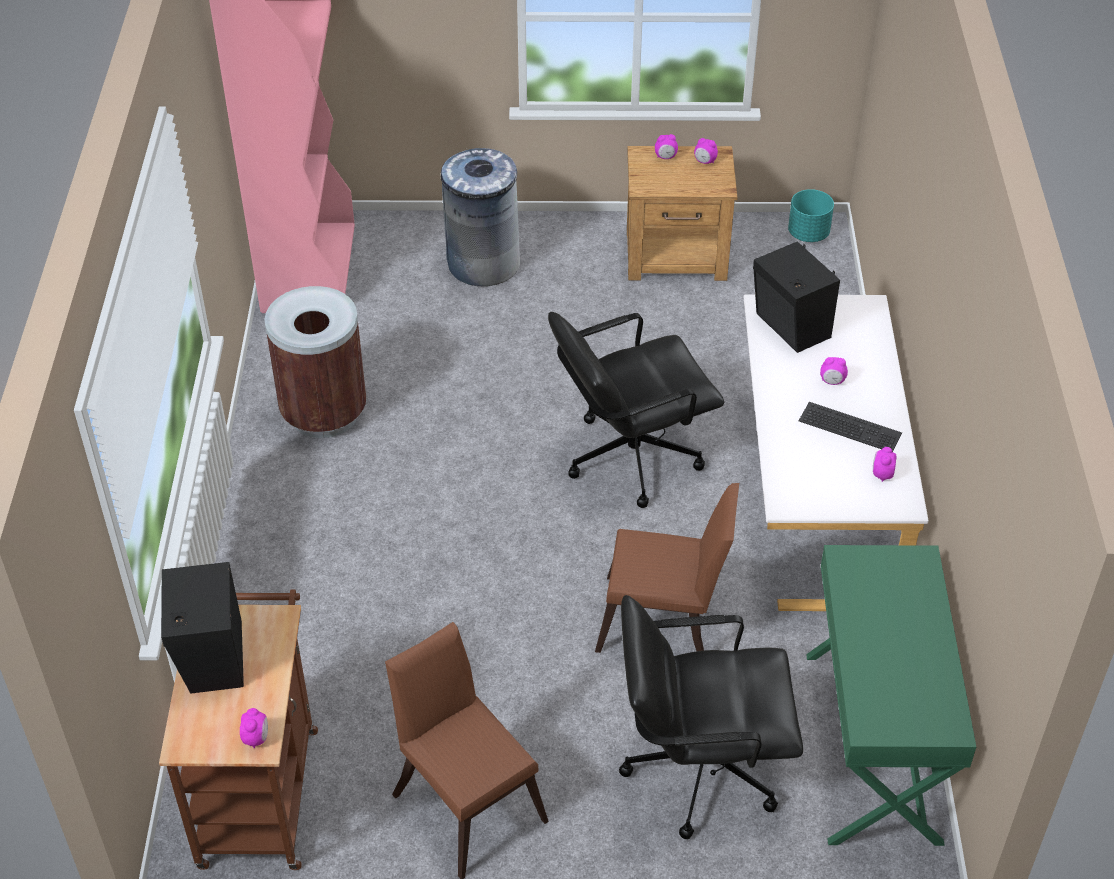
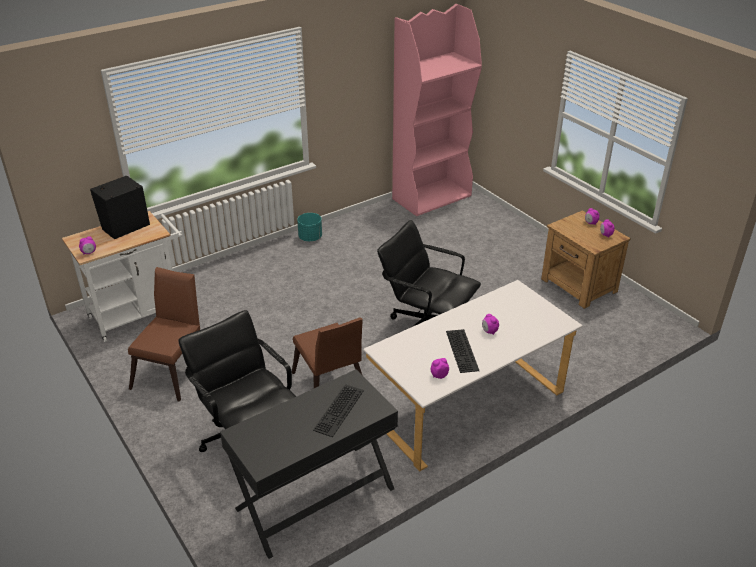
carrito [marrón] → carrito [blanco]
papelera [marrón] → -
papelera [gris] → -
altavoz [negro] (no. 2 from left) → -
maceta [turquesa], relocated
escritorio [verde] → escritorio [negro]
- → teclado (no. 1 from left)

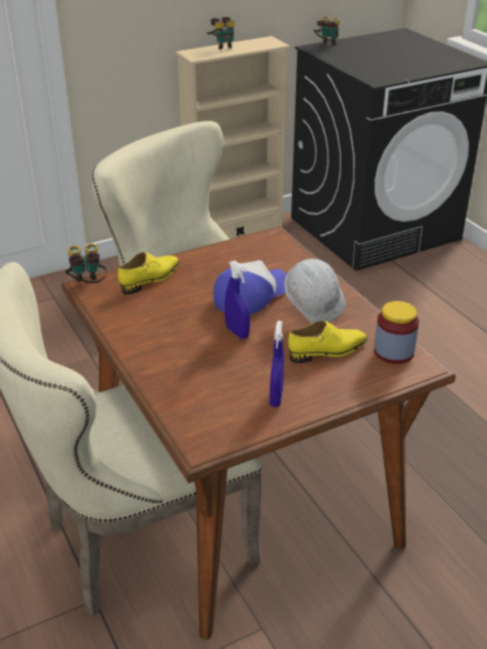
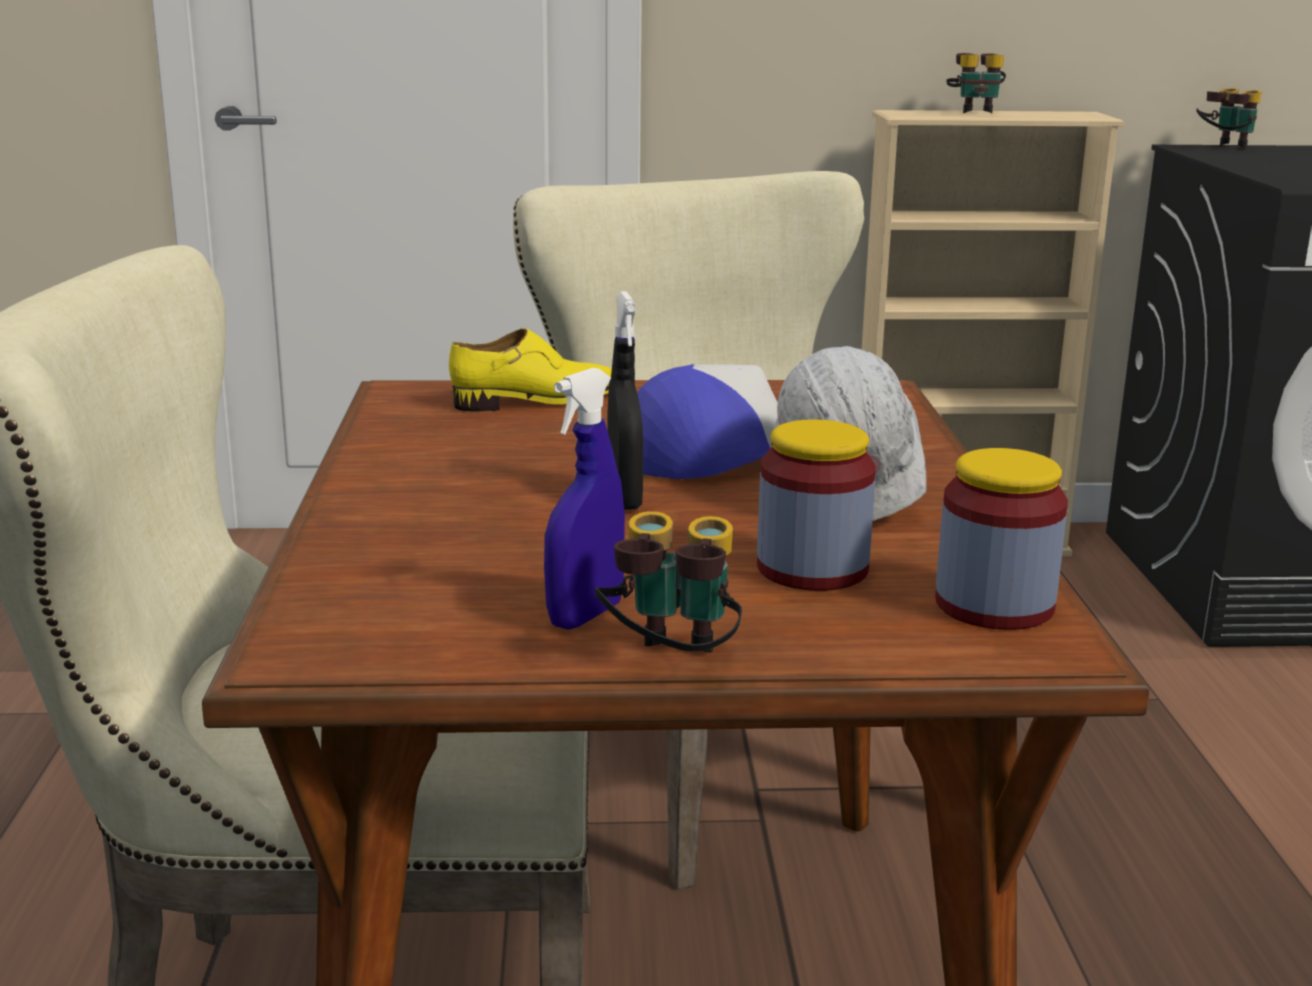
prismáticos (no. 1 from left), relocated
pulverizador [azul] (no. 1 from left) → pulverizador [negro]
zapato [amarillo] (no. 2 from left) → tarro (no. 1 from left)

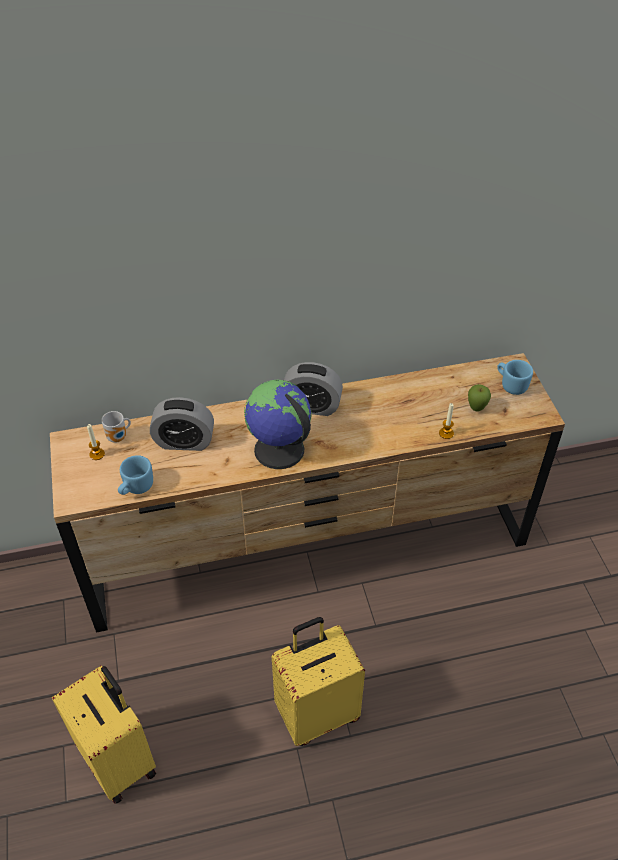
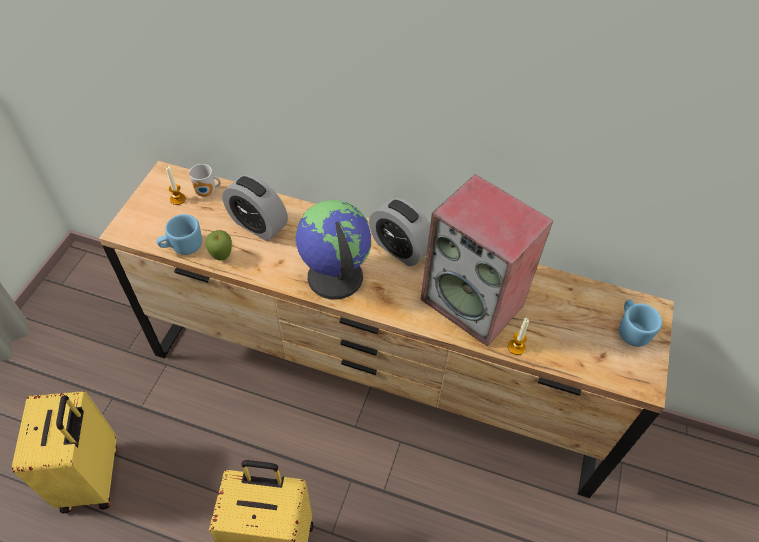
manzana, relocated
- → altavoz

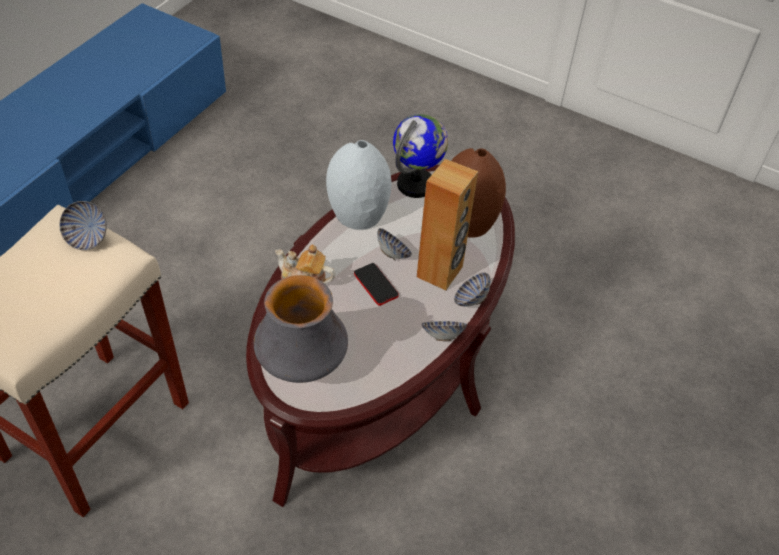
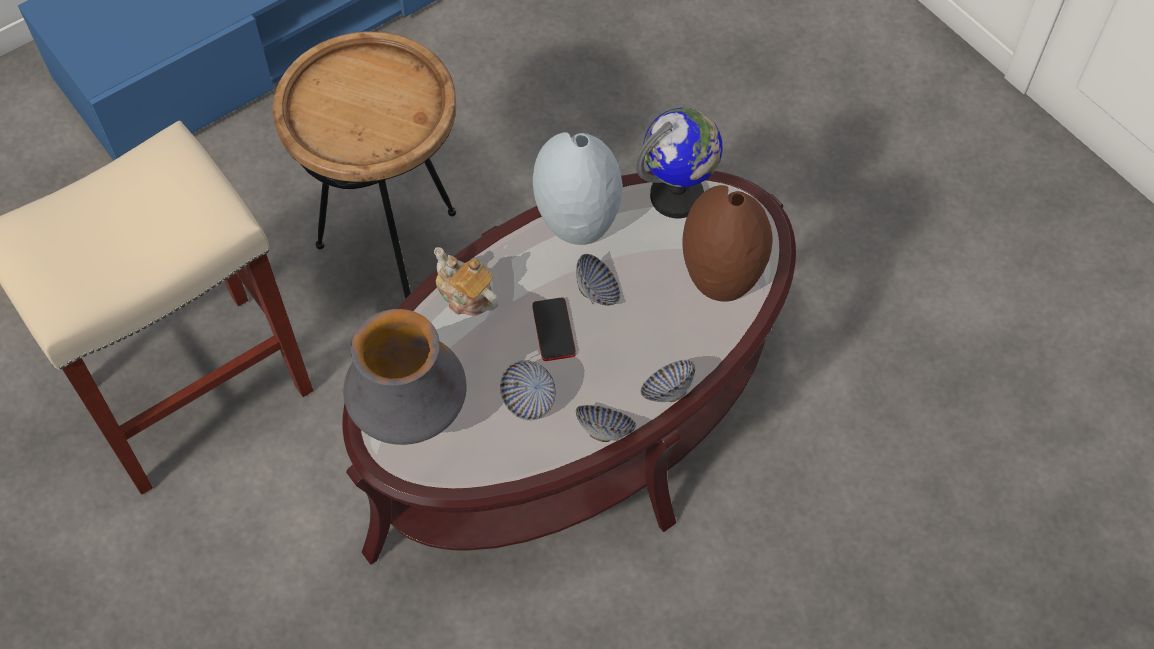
cuenco (no. 1 from left), relocated
altavoz [marrón] → -
- → mesa auxiliar [marrón]

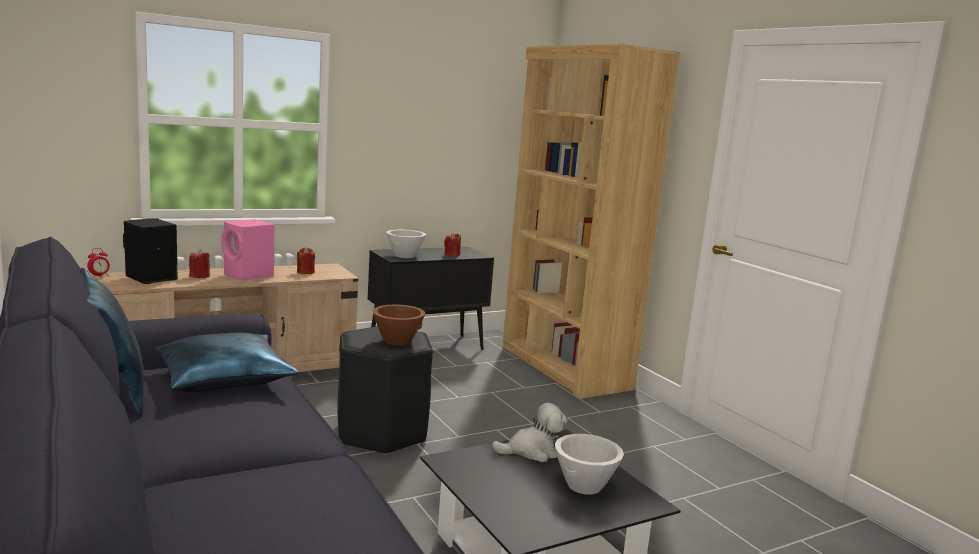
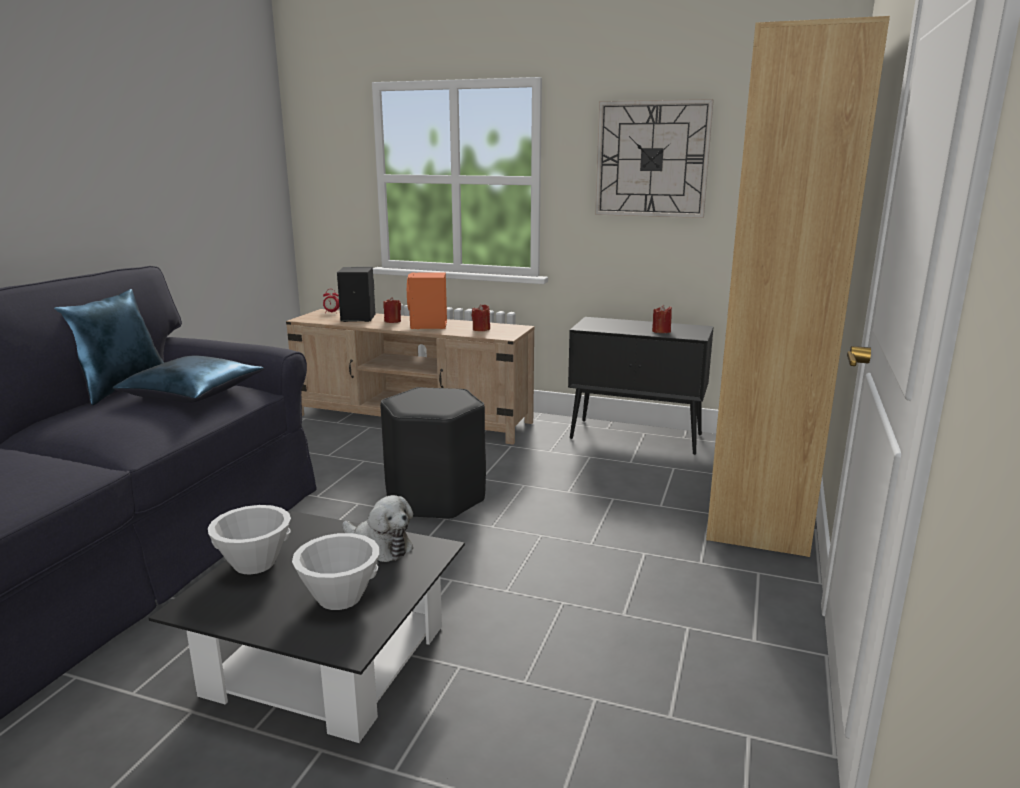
altavoz [rosa] → altavoz [naranja]
cuenco [marrón] → -
cuenco [blanco] (no. 1 from left), relocated
- → reloj de pared

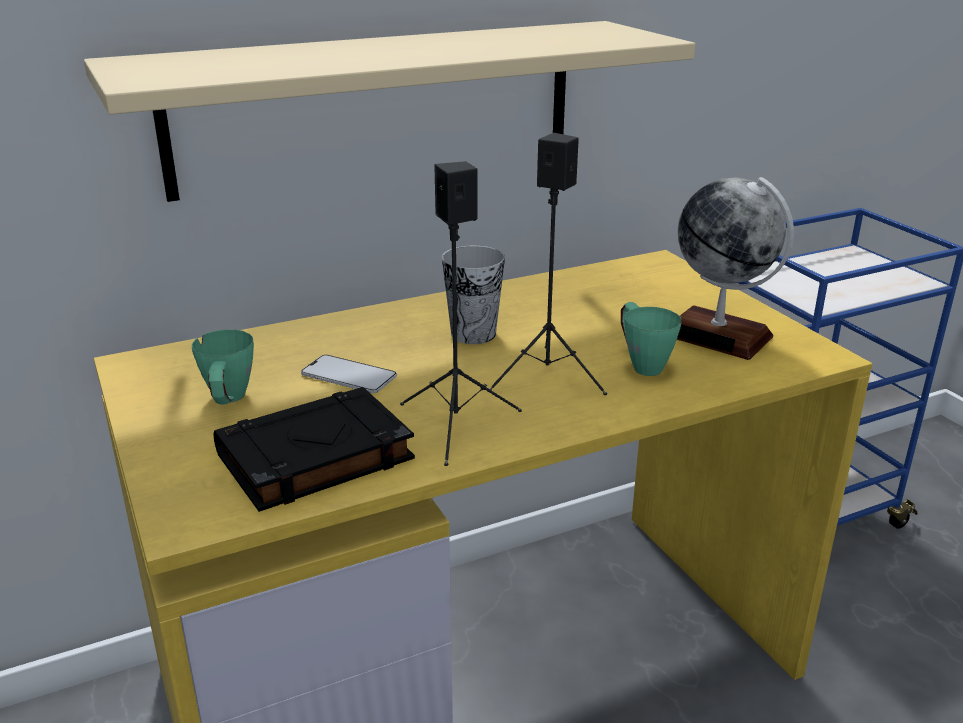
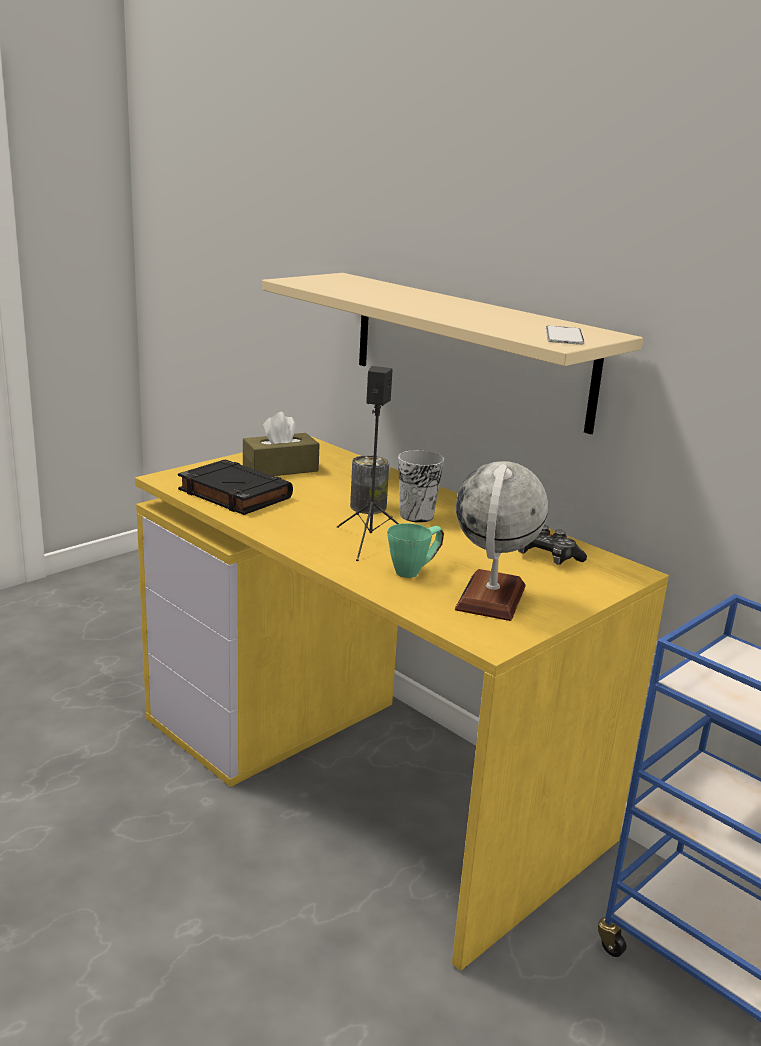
taza grande [verde] (no. 1 from left) → caja de pañuelos [marrón]
móvil, relocated
altavoz [negro] (no. 1 from left) → -
- → lata
- → mando de consola

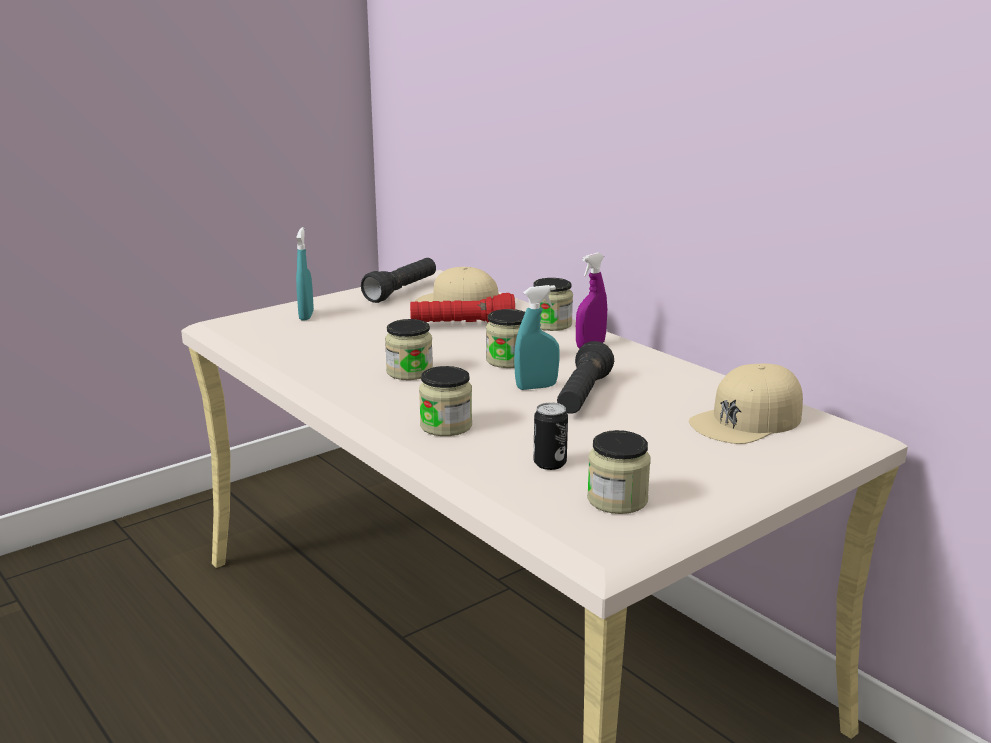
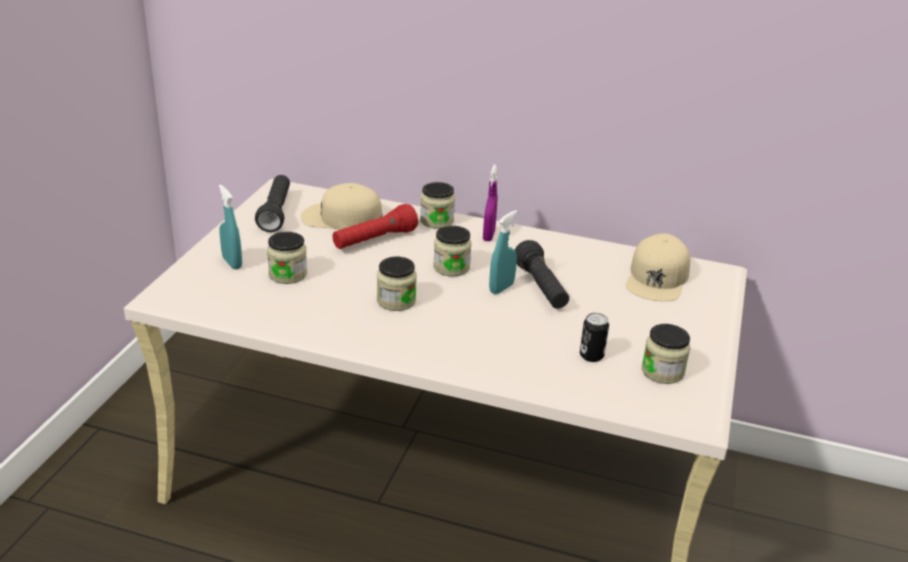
tarro (no. 2 from left in the first image) → tarro (no. 1 from left), relocated

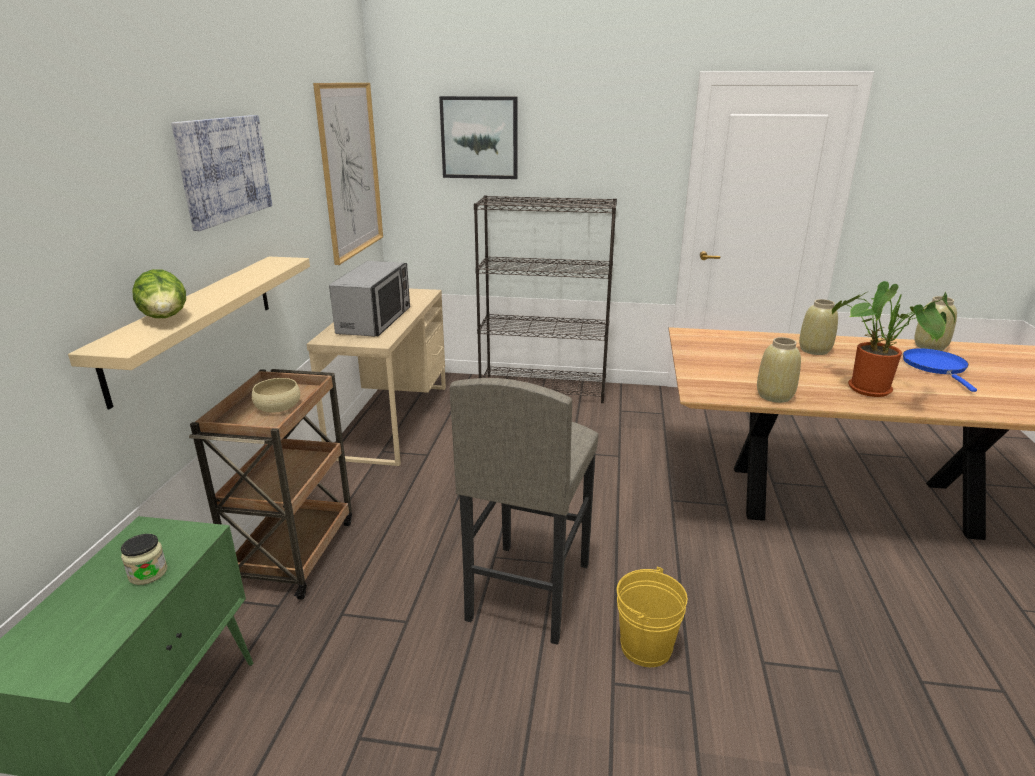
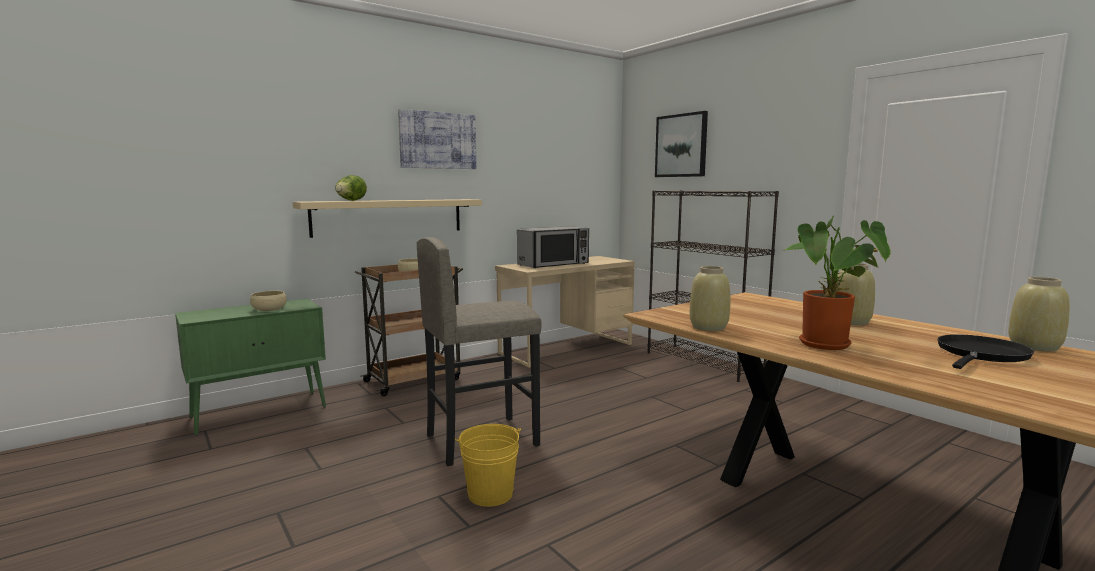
tarro → cuenco [beis] (no. 1 from left)
cuadro (no. 2 from left) → -
sartén [azul] → sartén [negro]

